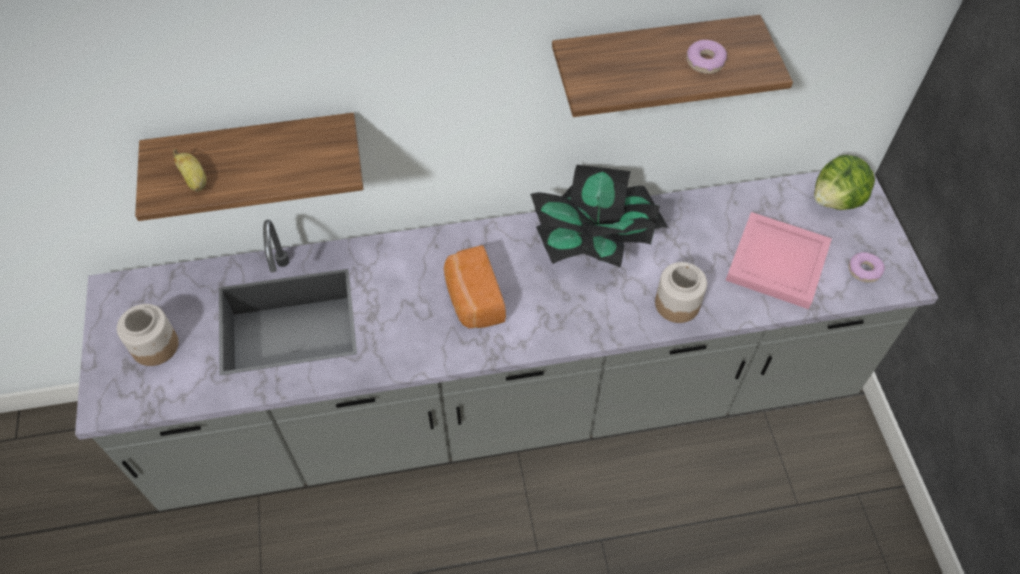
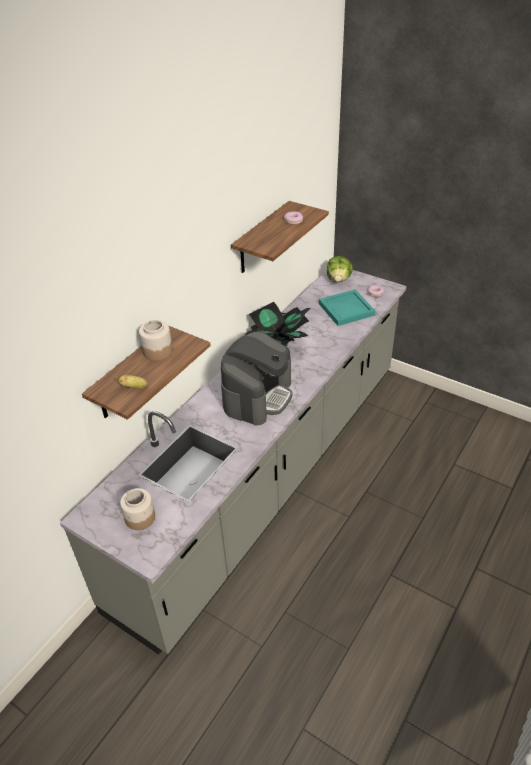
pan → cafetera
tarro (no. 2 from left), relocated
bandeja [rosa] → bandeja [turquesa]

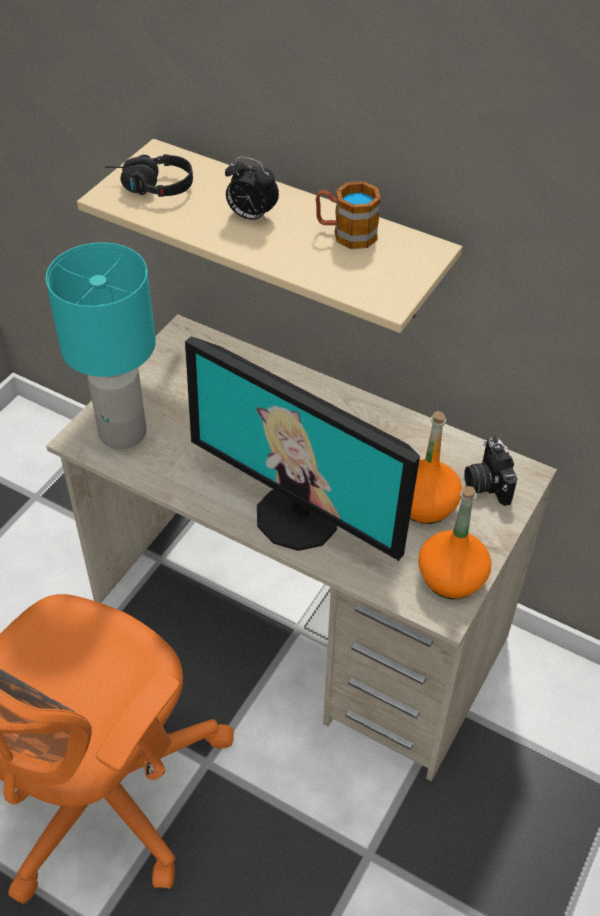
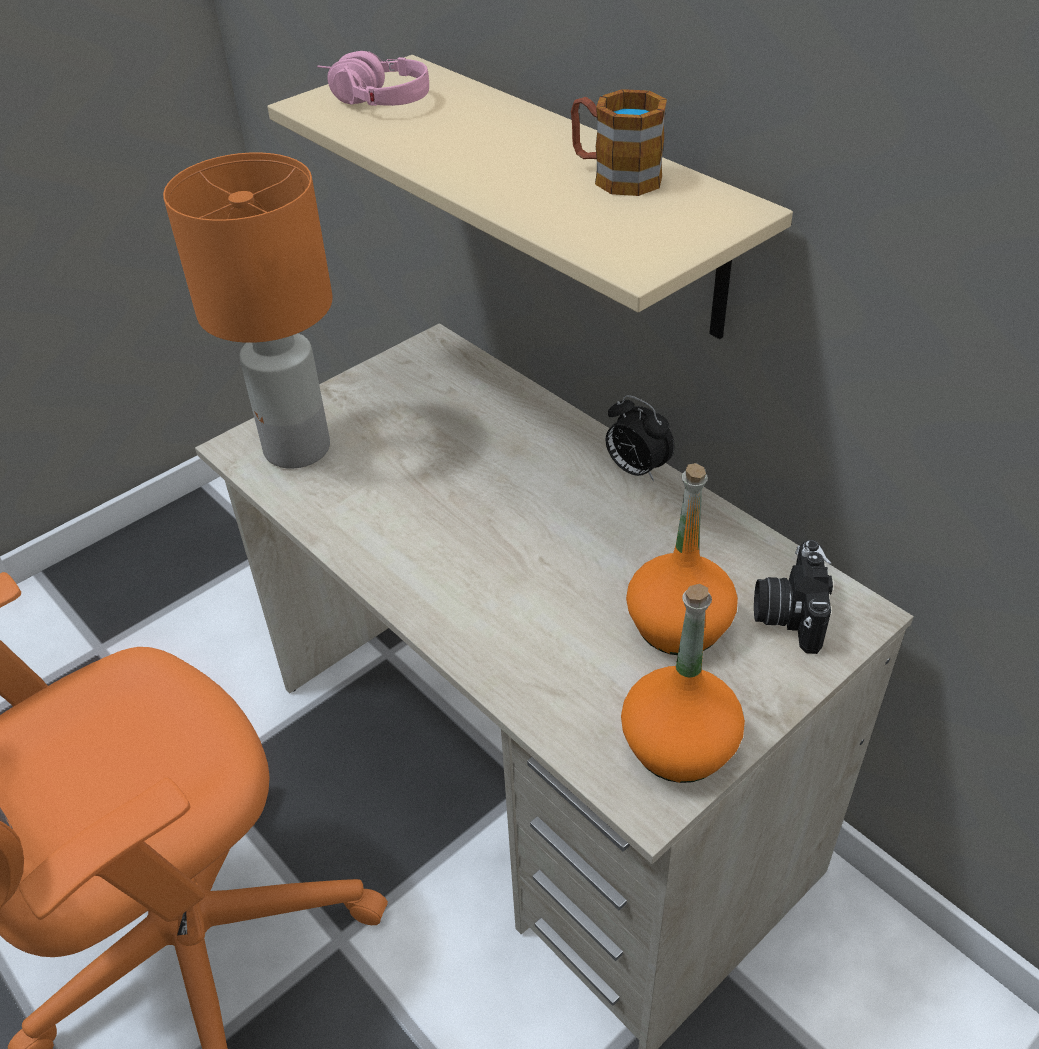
lámpara de mesa [turquesa] → lámpara de mesa [naranja]
auriculares [negro] → auriculares [rosa]
monitor → -
despertador, relocated

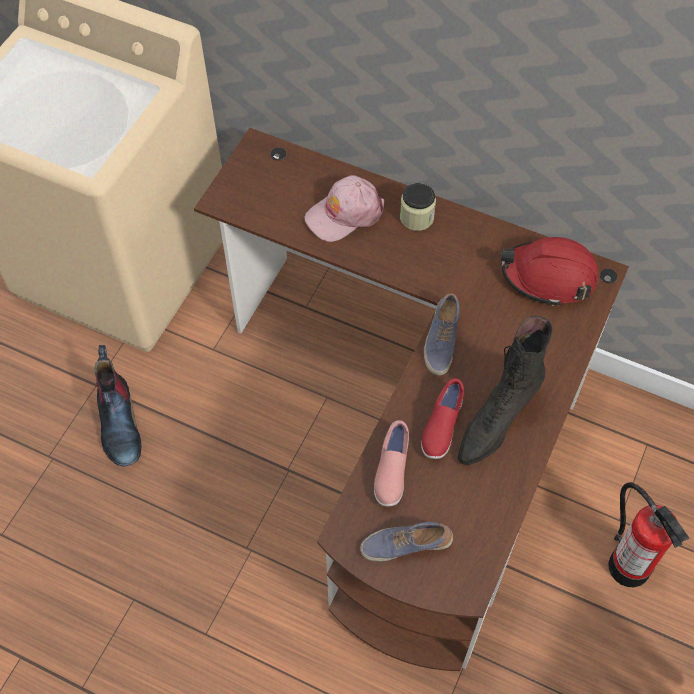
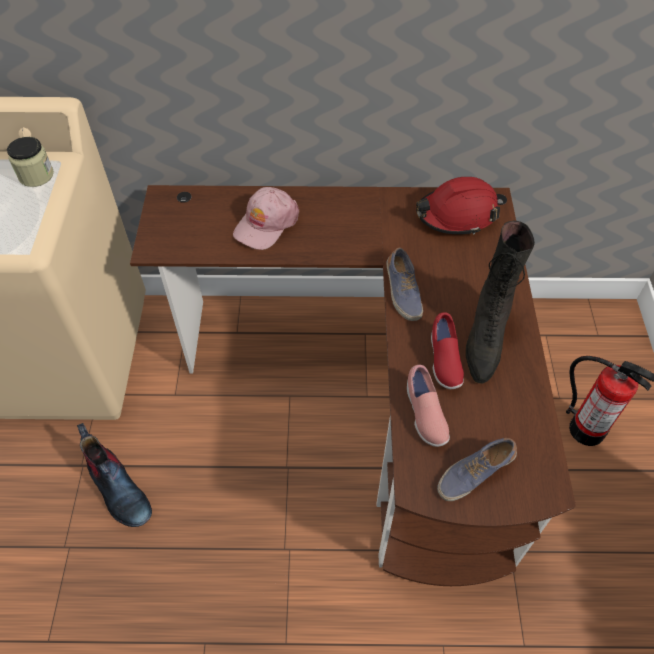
tarro, relocated

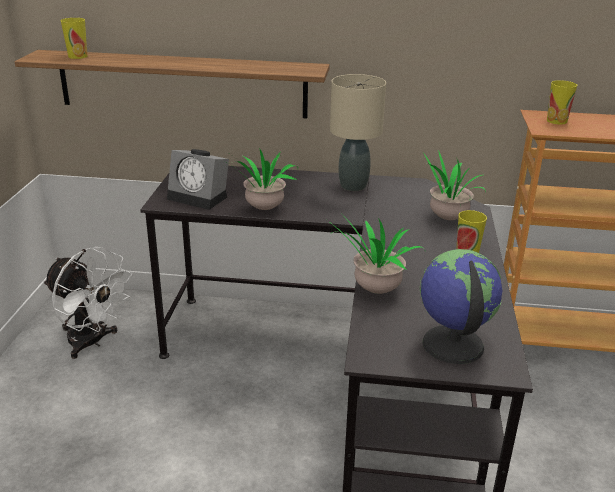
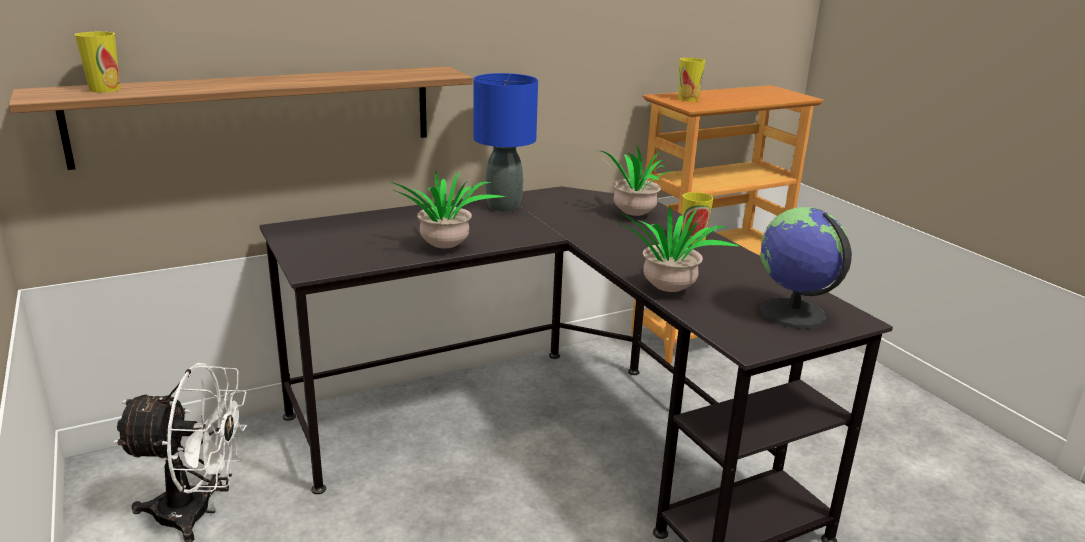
despertador → -
lámpara de mesa [beis] → lámpara de mesa [azul]

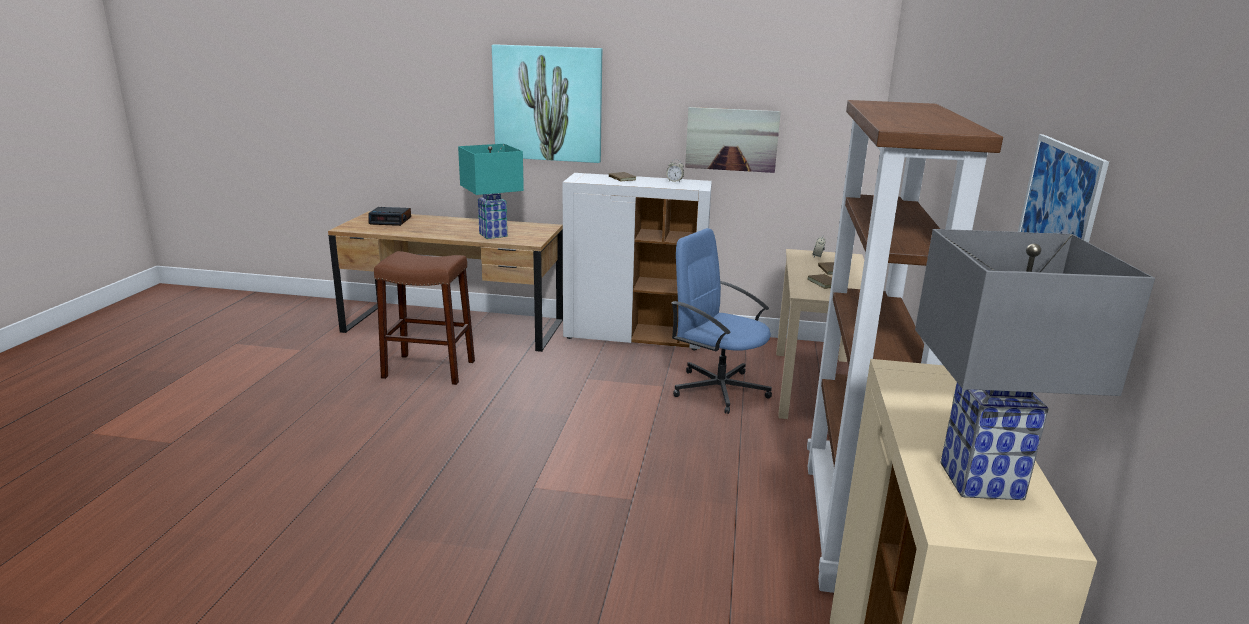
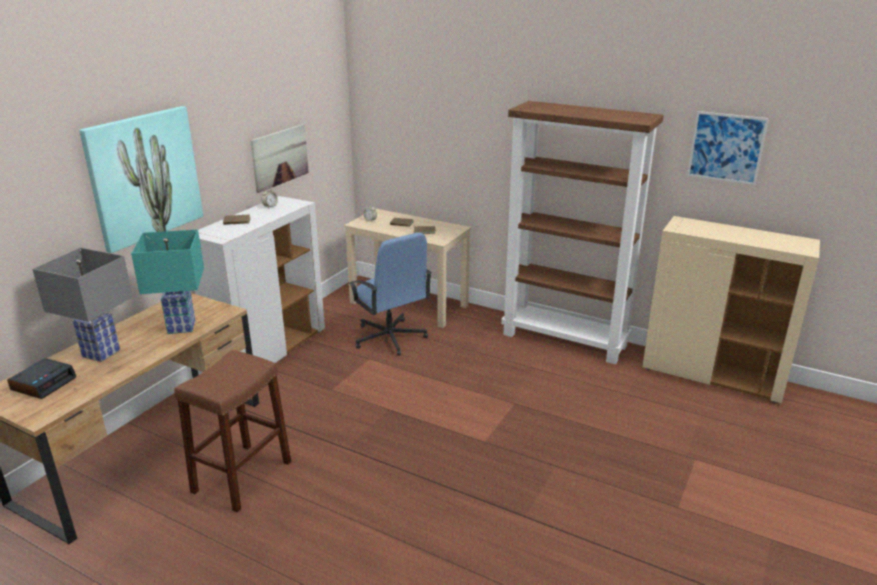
silla de oficina [azul], 90 degrees counterclockwise
lámpara de mesa [gris], relocated

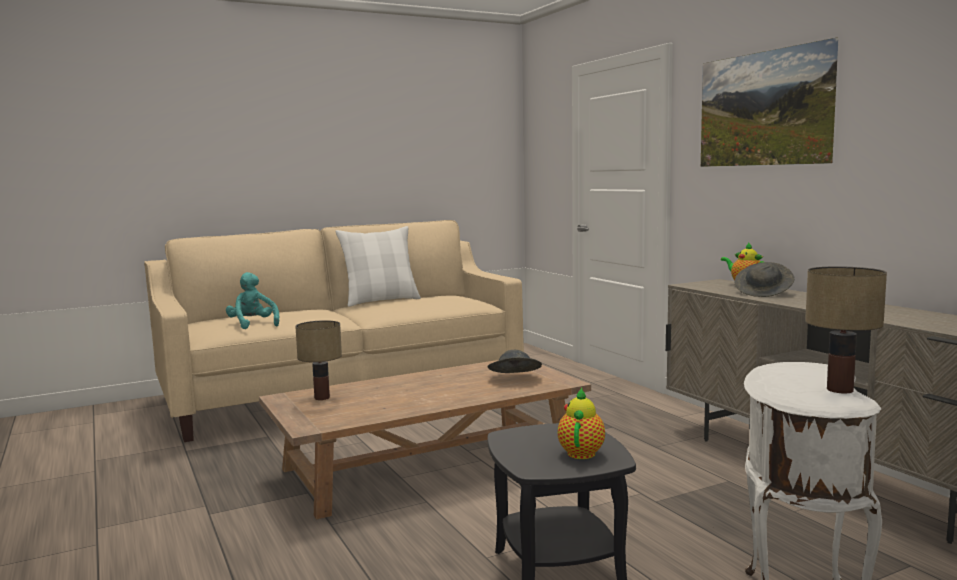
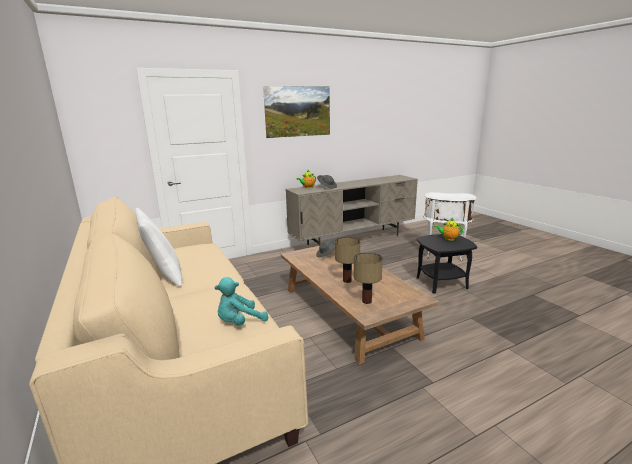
lámpara de mesa (no. 2 from left in the first image) → lámpara de mesa (no. 1 from left), relocated

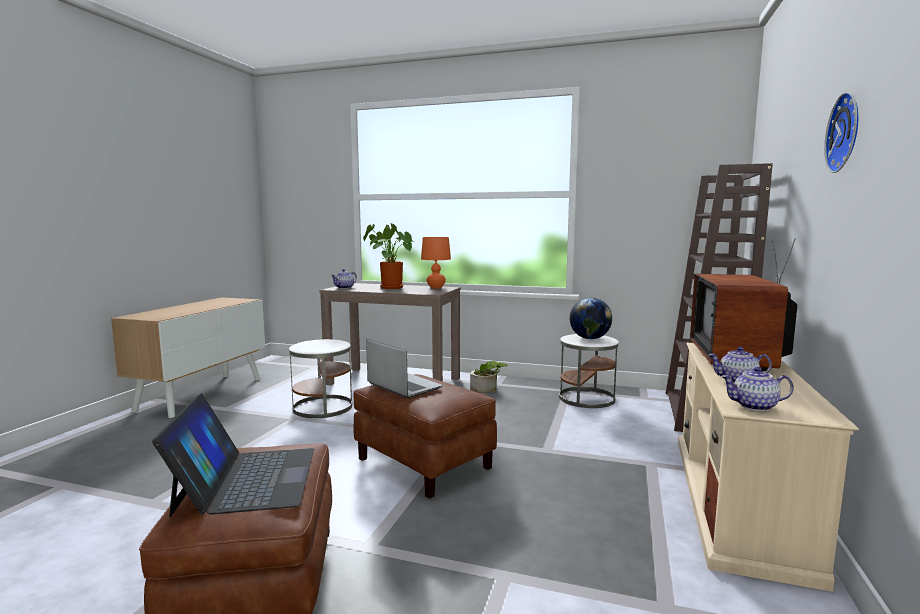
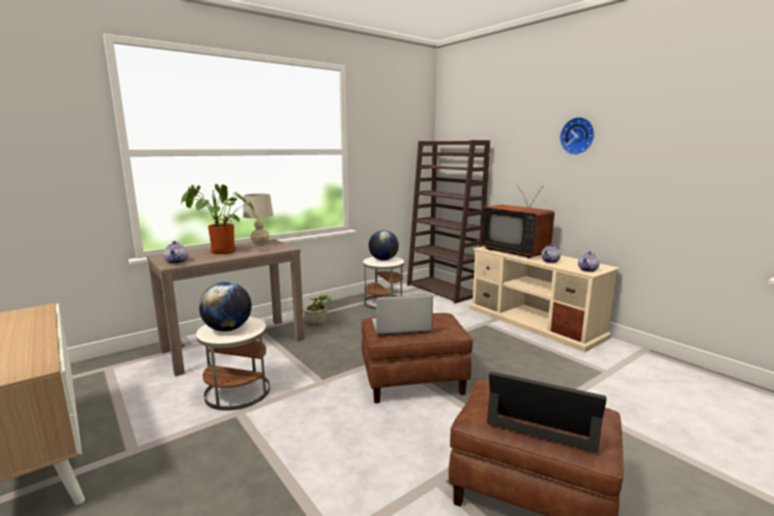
lámpara de mesa [naranja] → lámpara de mesa [beis]
- → globo terráqueo (no. 1 from left)

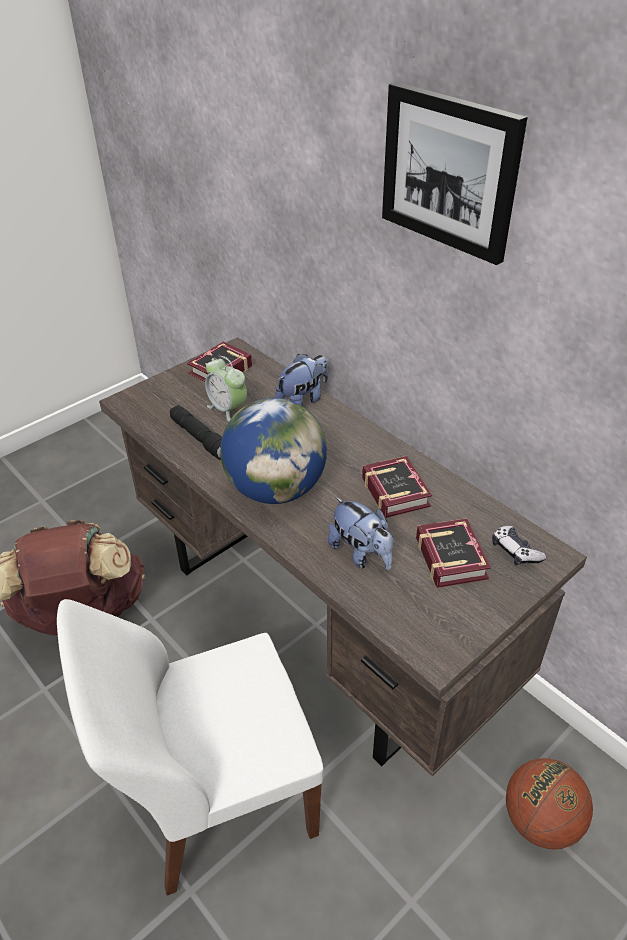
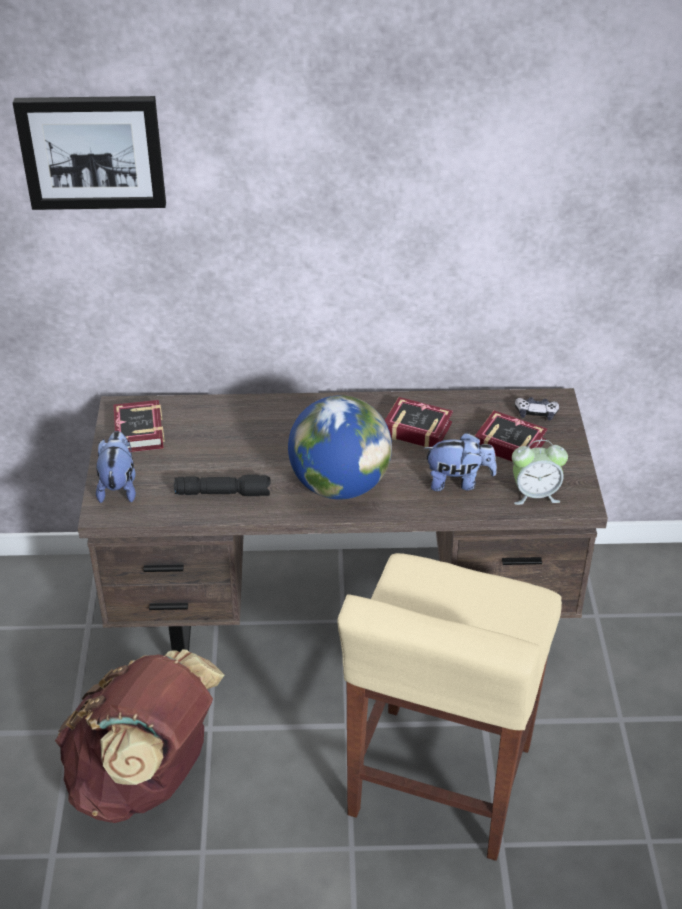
silla [blanco] → taburete [beis]
despertador, relocated
peluche (no. 1 from left), relocated
cuadro, relocated
balón de baloncesto → -

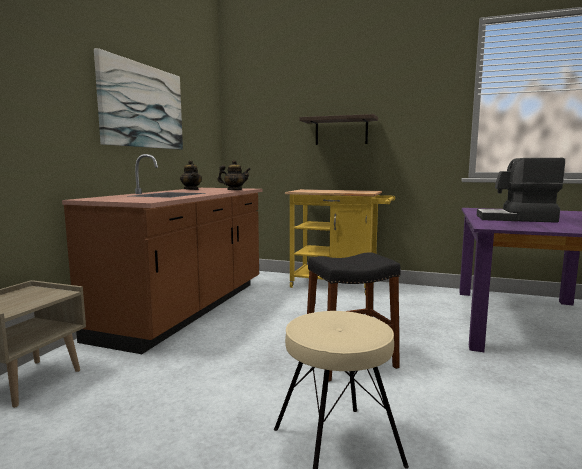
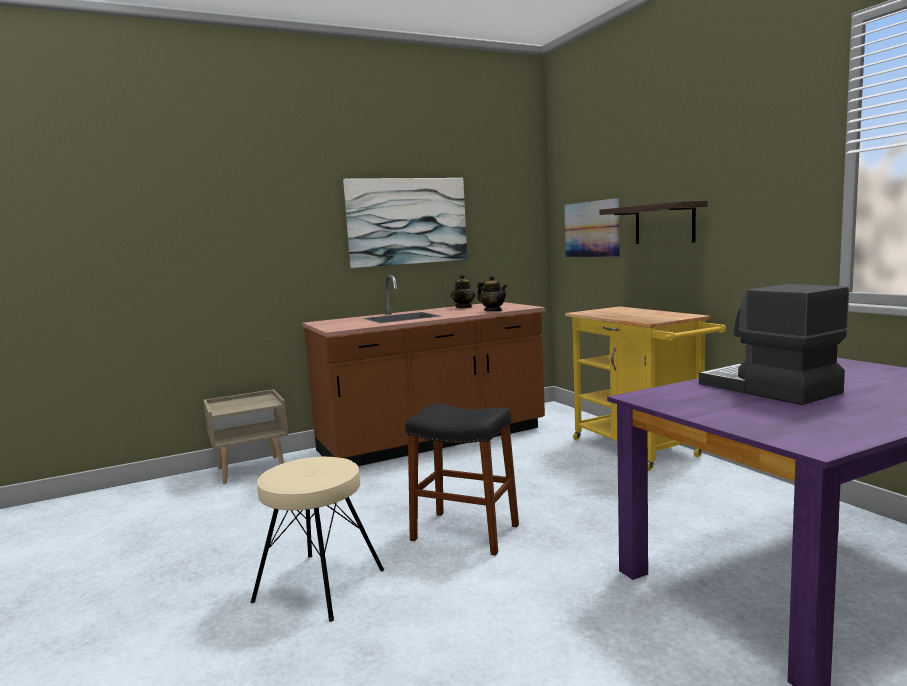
- → cuadro (no. 2 from left)

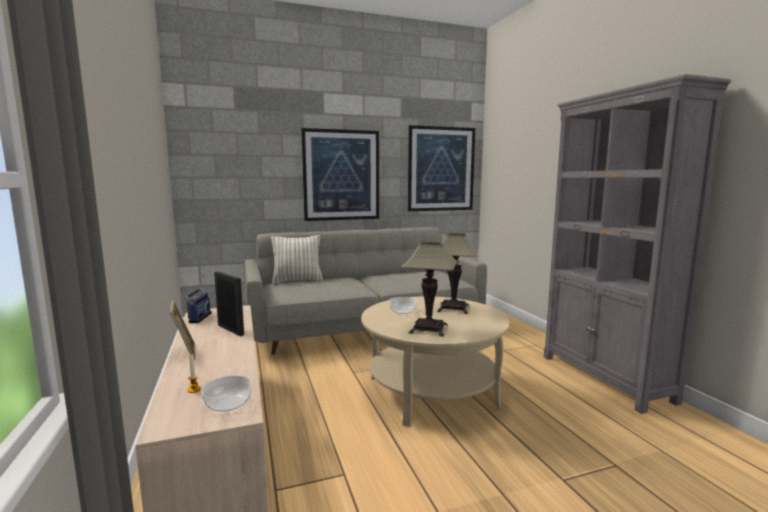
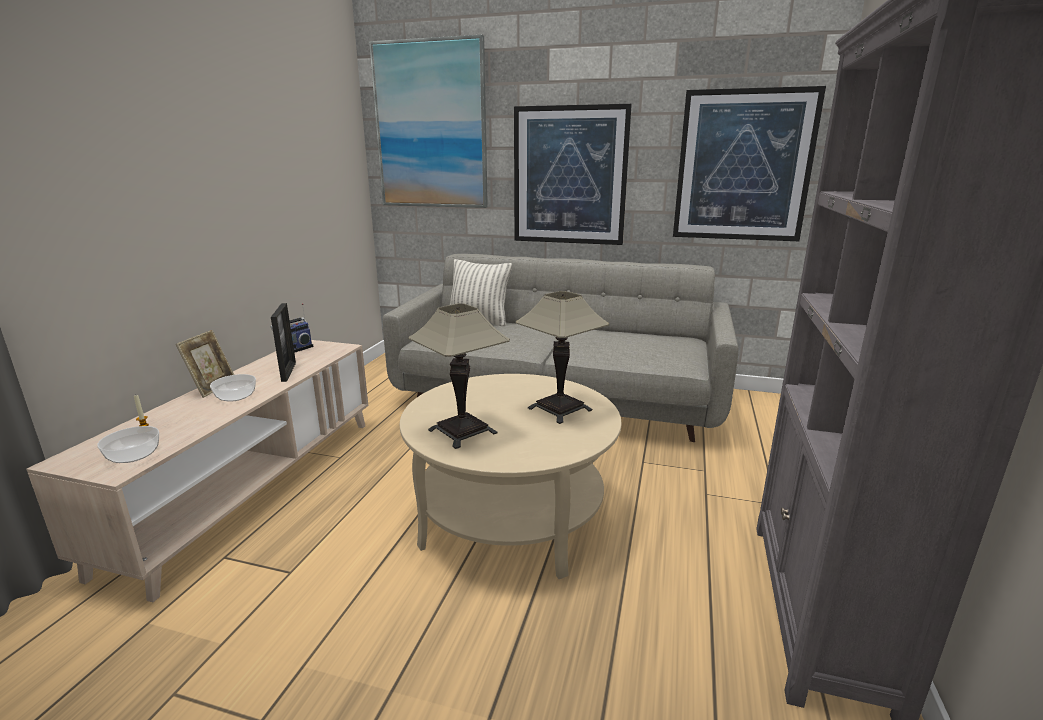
cuenco (no. 2 from left), relocated
- → cuadro (no. 1 from left)

